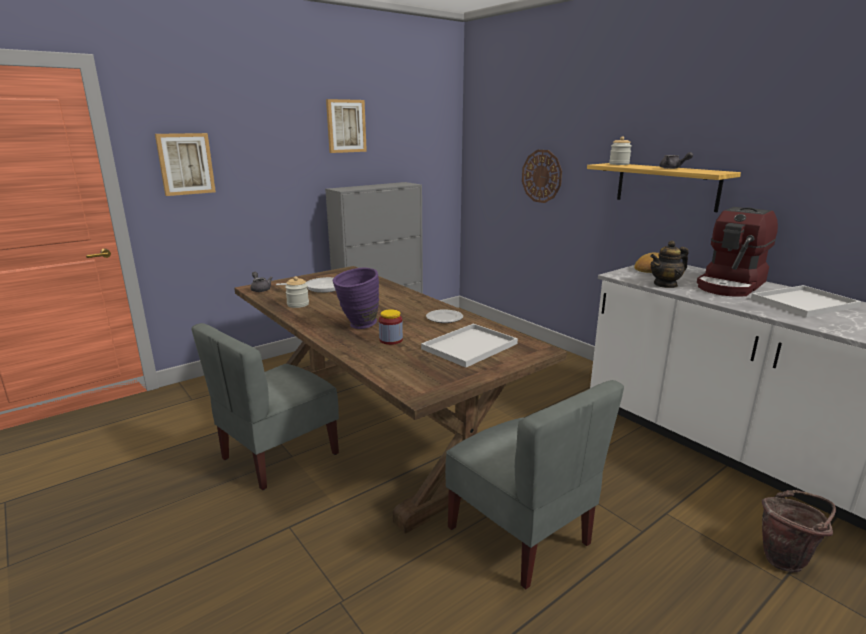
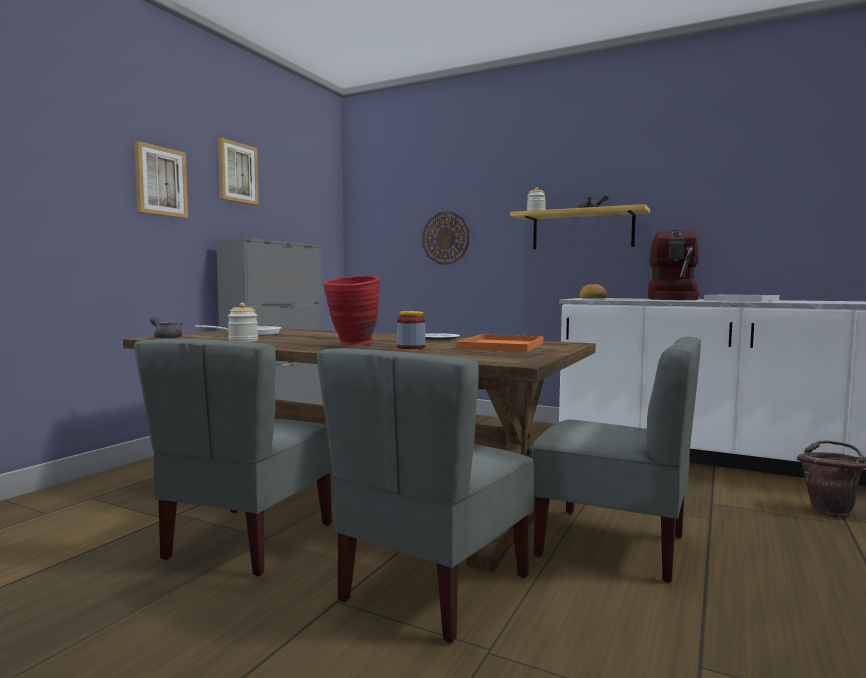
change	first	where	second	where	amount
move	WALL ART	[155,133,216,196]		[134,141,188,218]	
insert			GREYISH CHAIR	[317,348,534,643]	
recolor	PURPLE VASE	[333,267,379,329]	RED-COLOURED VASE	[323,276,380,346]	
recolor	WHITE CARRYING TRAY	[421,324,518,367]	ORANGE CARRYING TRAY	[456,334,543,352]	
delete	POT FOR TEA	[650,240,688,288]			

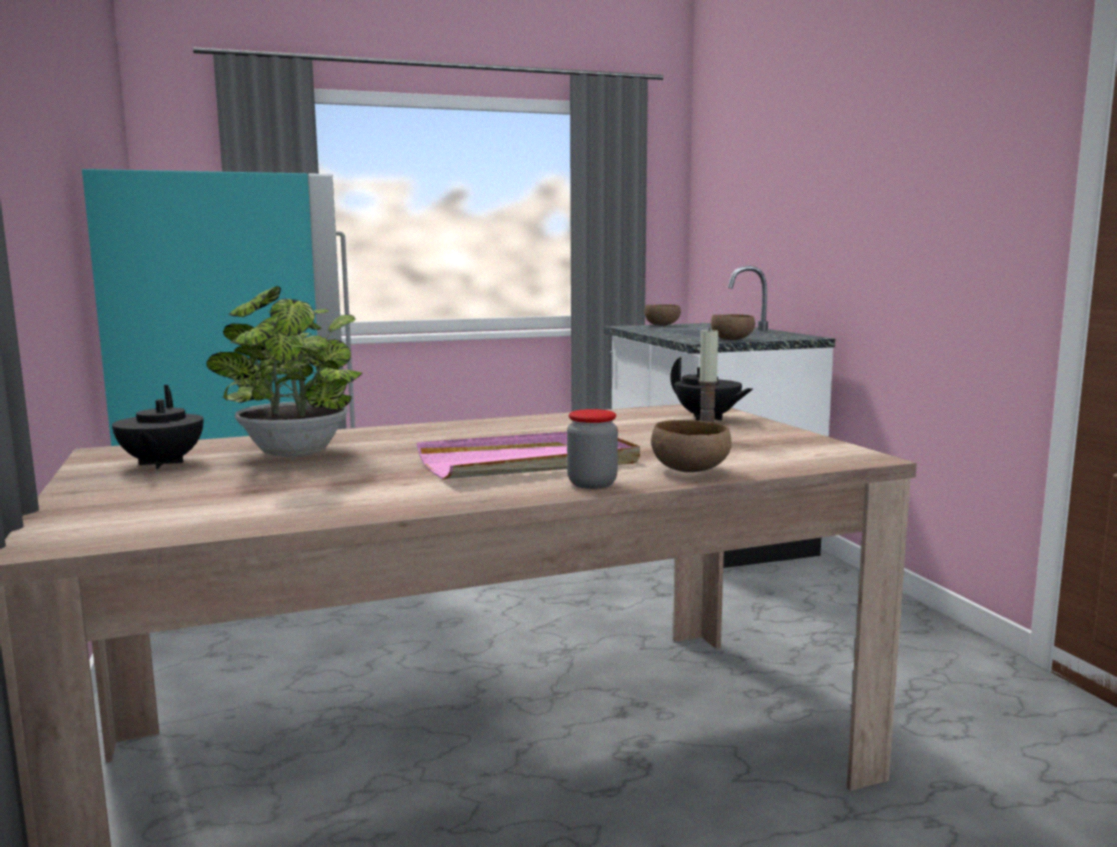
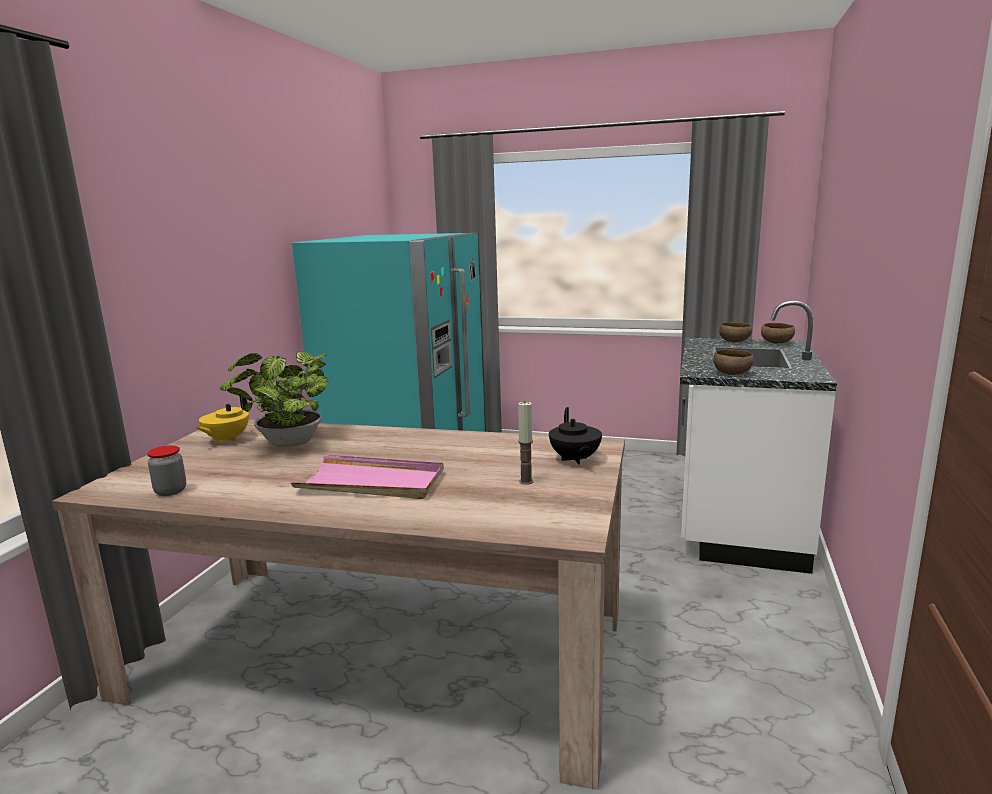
change	first	where	second	where	amount
move	JAR	[567,409,618,489]		[147,445,186,496]	
recolor	BLACKISH POT FOR TEA	[112,385,203,469]	YELLOW POT FOR TEA	[195,396,249,444]	
move	BROWN SERVING BOWL	[651,420,732,472]		[761,323,795,343]	

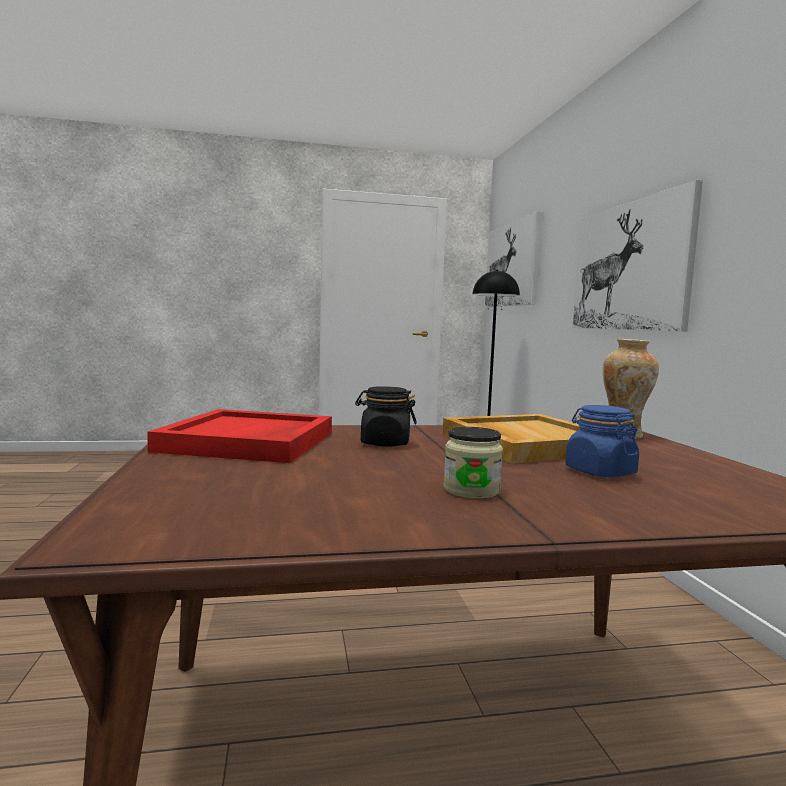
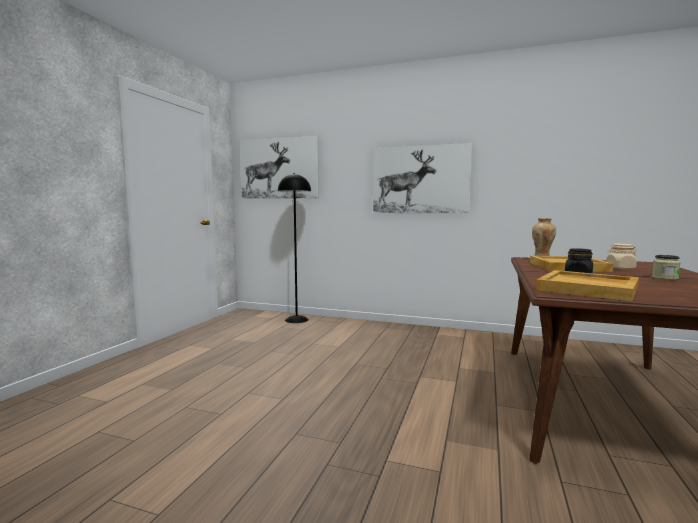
change	first	where	second	where	amount
recolor	RED-COLOURED CARRYING TRAY	[147,409,332,463]	BEIGE-COLOURED CARRYING TRAY	[536,270,639,302]	
recolor	BLUISH JAR	[565,405,639,477]	BEIGE-COLOURED JAR	[606,244,637,269]	

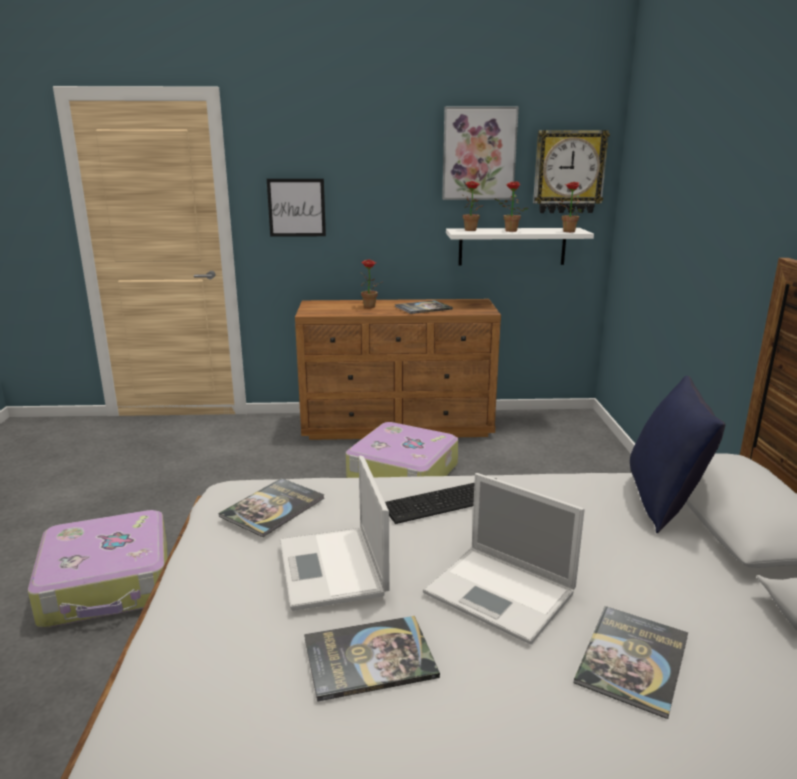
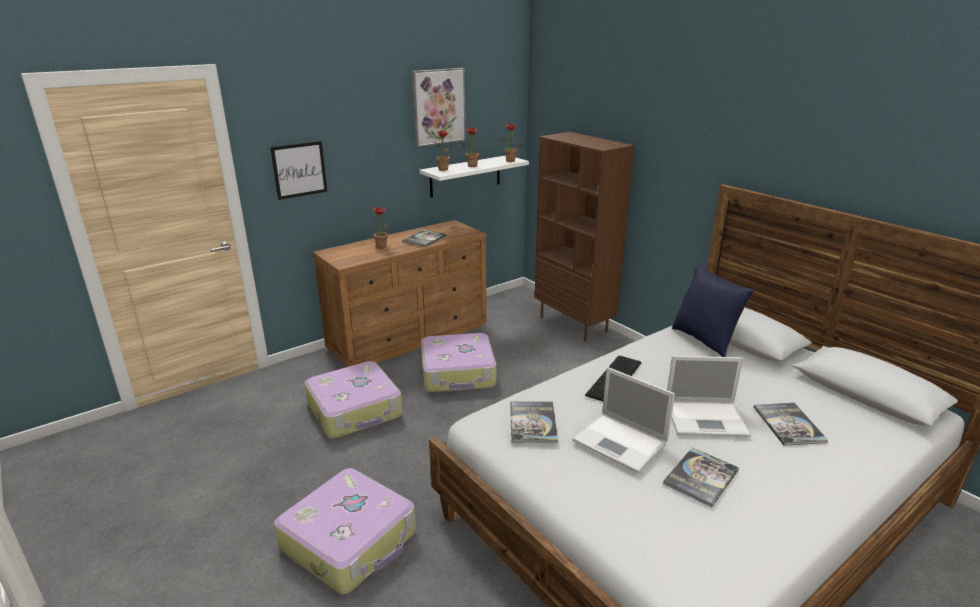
change	first	where	second	where	amount
insert			PIECE OF LUGGAGE	[305,361,403,439]	
insert			BROWN BOOKCASE	[534,132,634,342]	
delete	WALL CLOCK	[533,130,610,213]			

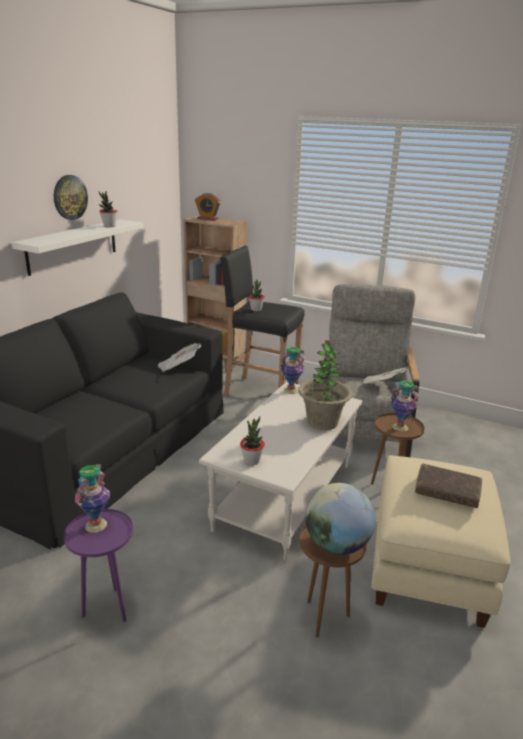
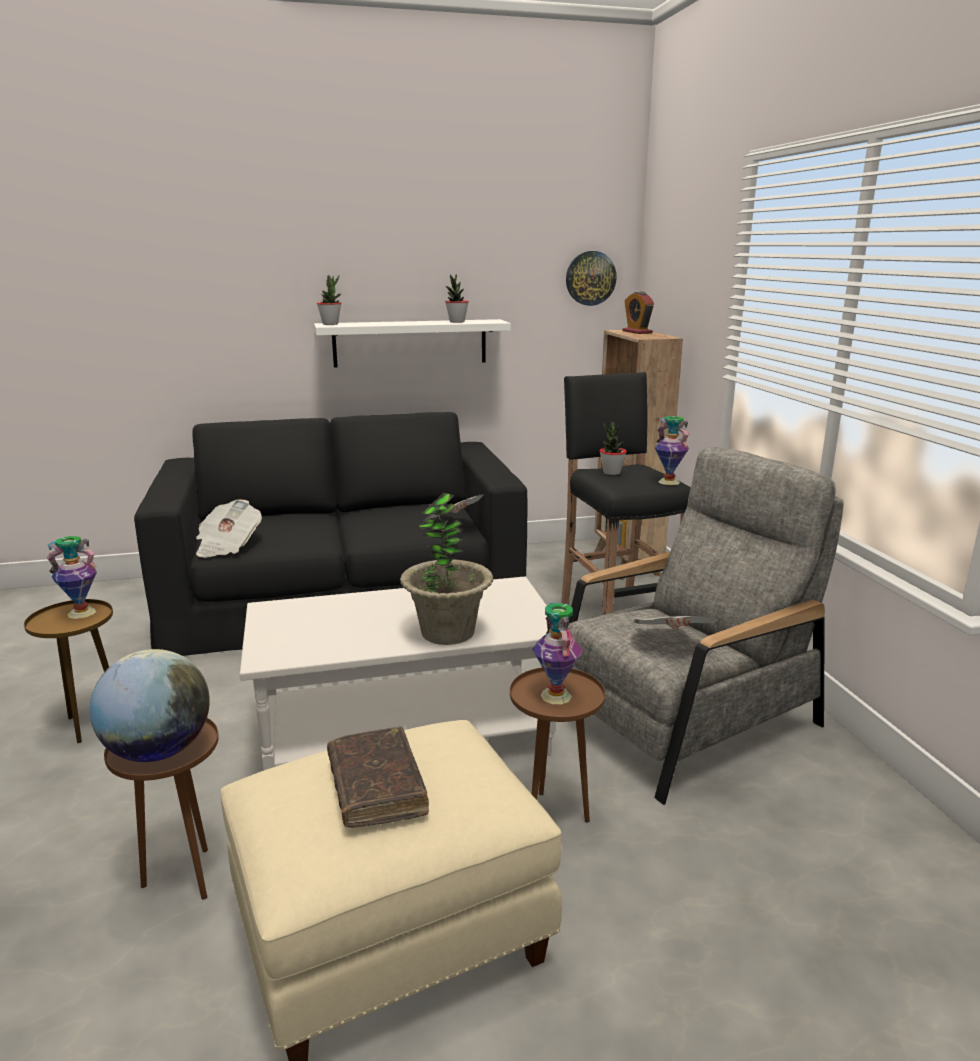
change	first	where	second	where	amount
recolor	PURPLE END TABLE	[64,509,133,622]	BROWN END TABLE	[24,599,113,743]	
insert			DAILY PAPER	[196,499,262,558]	
move	HOUSEPLANT	[240,416,265,465]		[317,275,341,325]	
move	WALL CLOCK	[54,175,88,220]		[566,251,617,306]	
move	VASE	[280,347,306,394]		[655,416,689,485]	

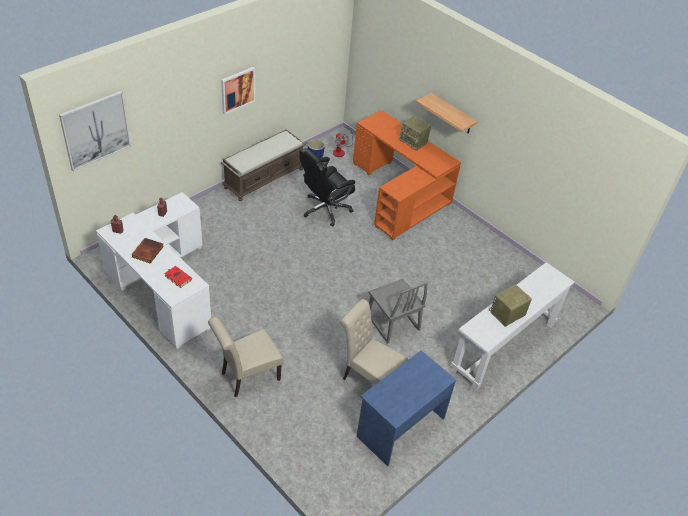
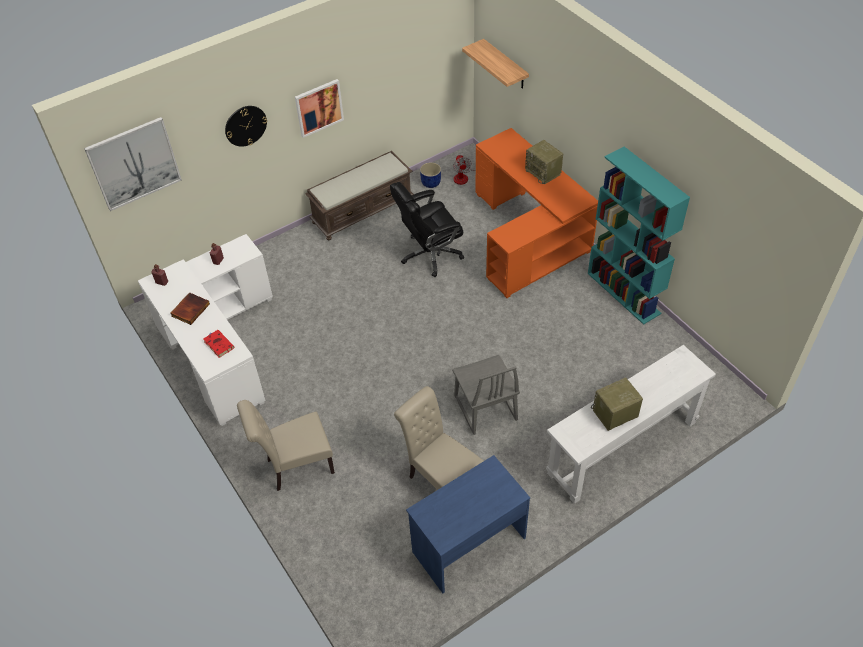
change	first	where	second	where	amount
insert			WALL CLOCK	[225,106,267,147]	
move	WALL SHELF	[416,93,478,133]		[462,39,529,89]	
insert			TURQUOISE BOOKCASE	[588,147,690,325]	

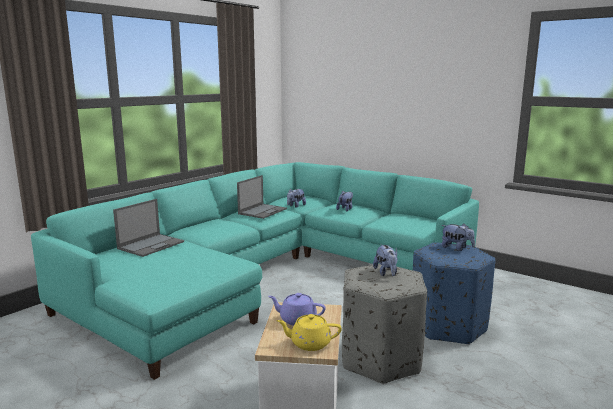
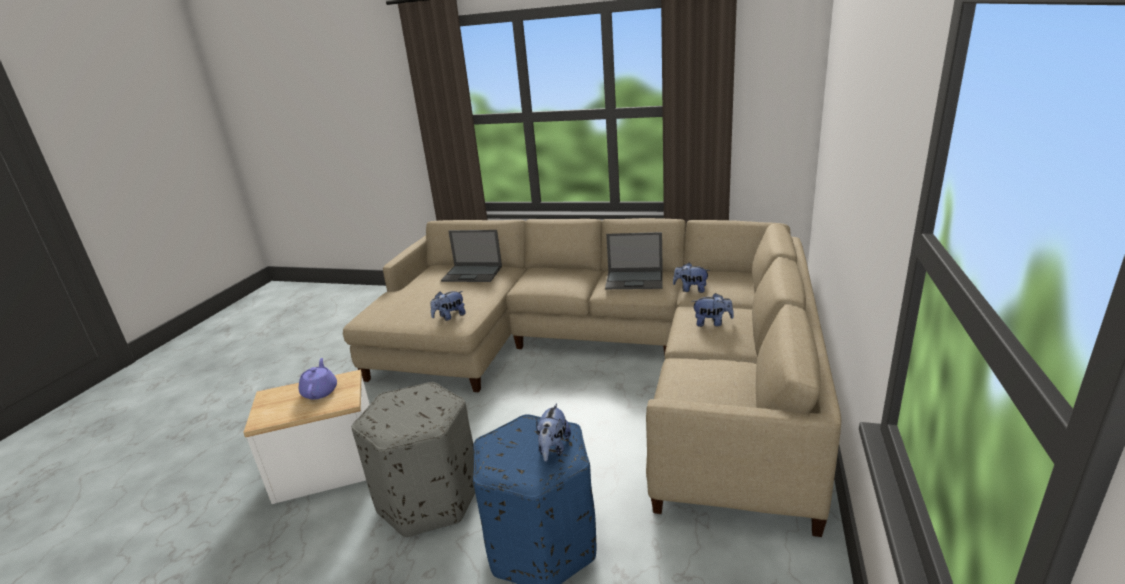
change	first	where	second	where	amount
recolor	TURQUOISE SOFA	[31,162,479,380]	BEIGE-COLOURED SOFA	[343,218,841,537]	
move	CUDDLY TOY	[373,244,398,276]		[431,291,466,321]	
delete	YELLOW POT FOR TEA	[277,314,342,351]			

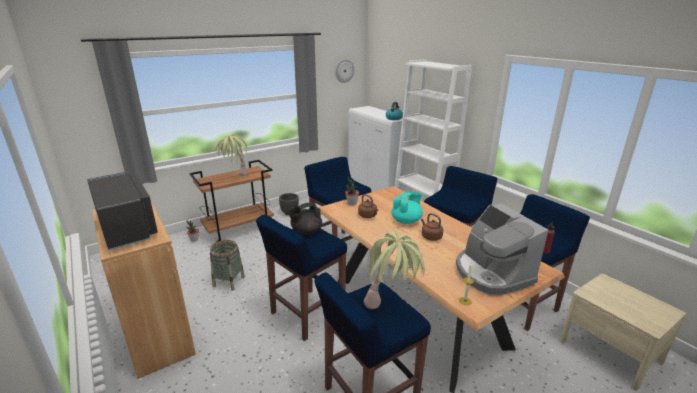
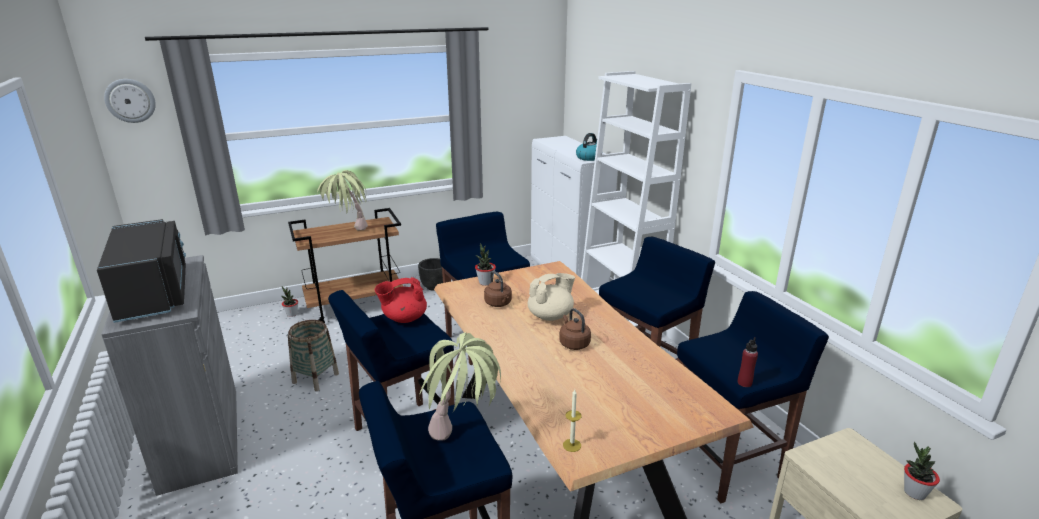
change	first	where	second	where	amount
recolor	BROWN CUPBOARD	[92,202,196,379]	GREYISH CUPBOARD	[101,255,238,496]	
move	WALL CLOCK	[335,59,355,83]		[104,79,156,123]	
recolor	BLACKISH POT FOR TEA	[288,202,322,234]	RED-COLOURED POT FOR TEA	[375,277,427,323]	
recolor	TURQUOISE POT FOR TEA	[391,192,423,224]	BEIGE-COLOURED POT FOR TEA	[528,273,575,321]	
insert			HOUSEPLANT	[904,442,940,500]	
delete	COFFEE MACHINE	[456,204,548,295]			

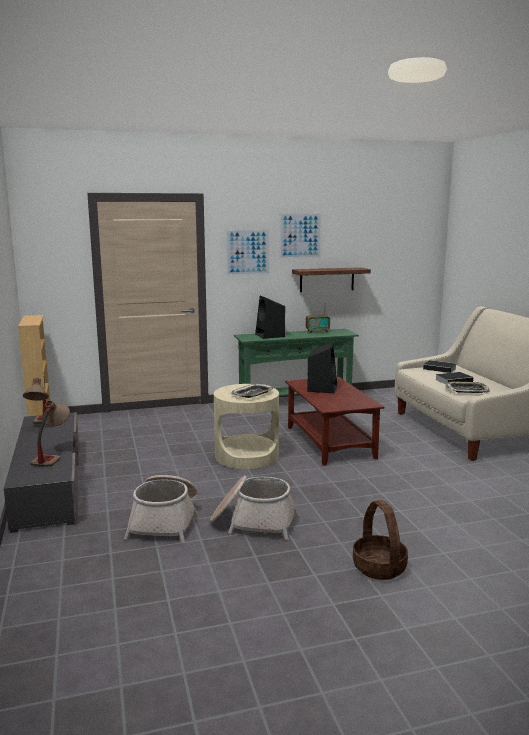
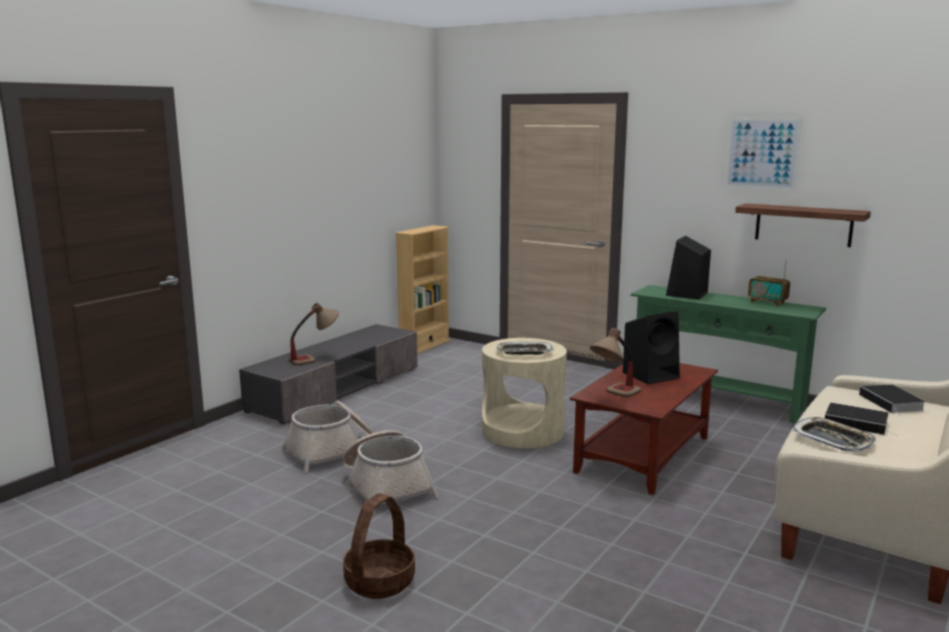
change	first	where	second	where	amount
move	TABLETOP LAMP	[23,378,49,424]		[590,328,641,397]	
delete	WALL ART	[226,229,270,276]			

